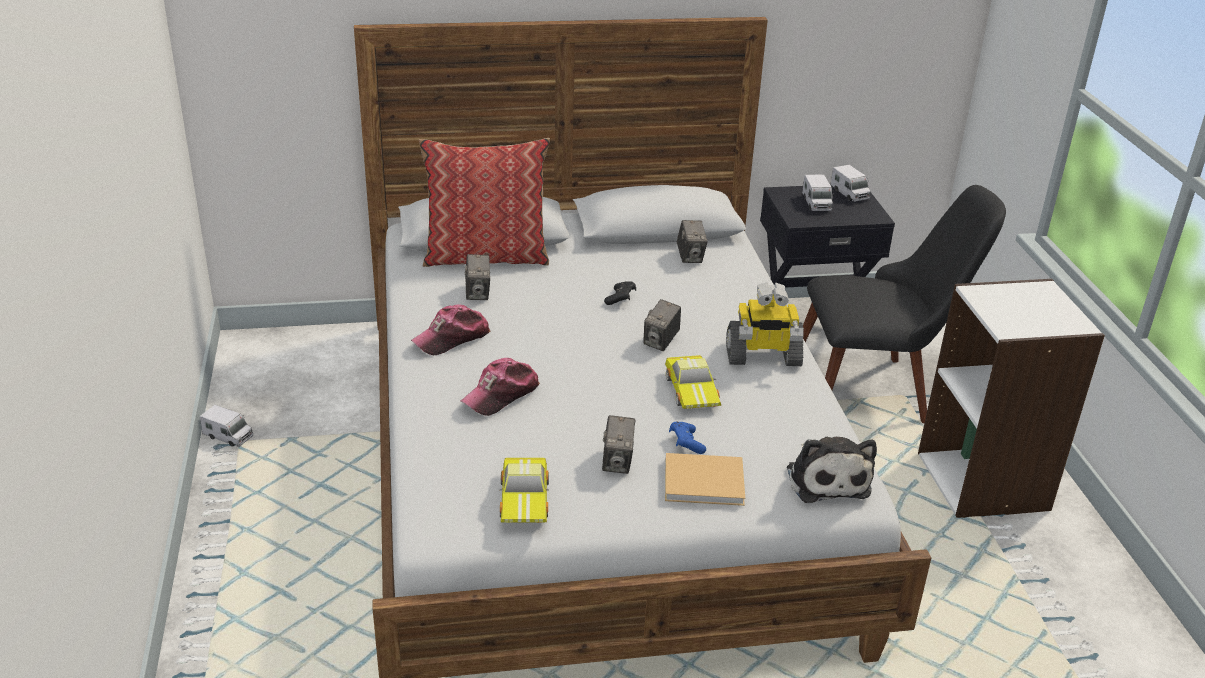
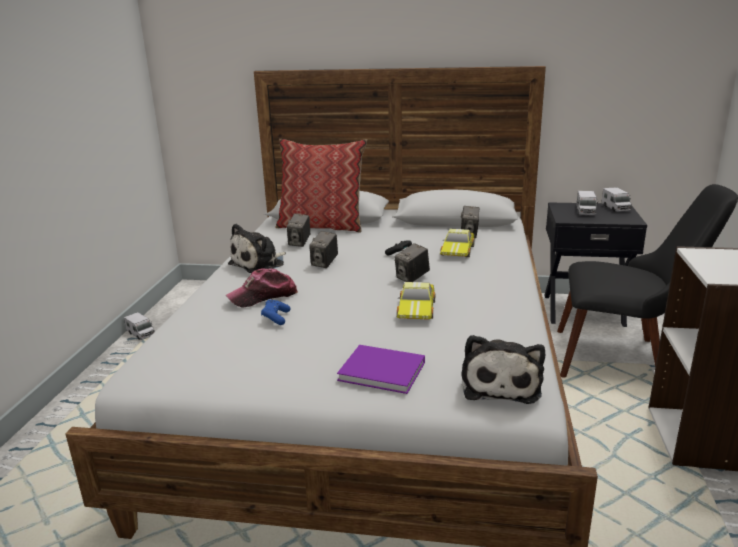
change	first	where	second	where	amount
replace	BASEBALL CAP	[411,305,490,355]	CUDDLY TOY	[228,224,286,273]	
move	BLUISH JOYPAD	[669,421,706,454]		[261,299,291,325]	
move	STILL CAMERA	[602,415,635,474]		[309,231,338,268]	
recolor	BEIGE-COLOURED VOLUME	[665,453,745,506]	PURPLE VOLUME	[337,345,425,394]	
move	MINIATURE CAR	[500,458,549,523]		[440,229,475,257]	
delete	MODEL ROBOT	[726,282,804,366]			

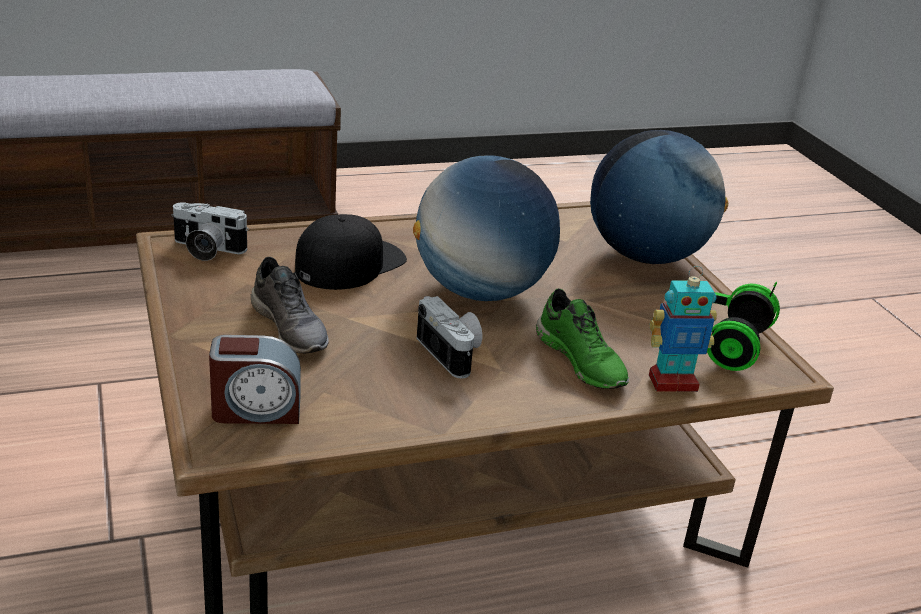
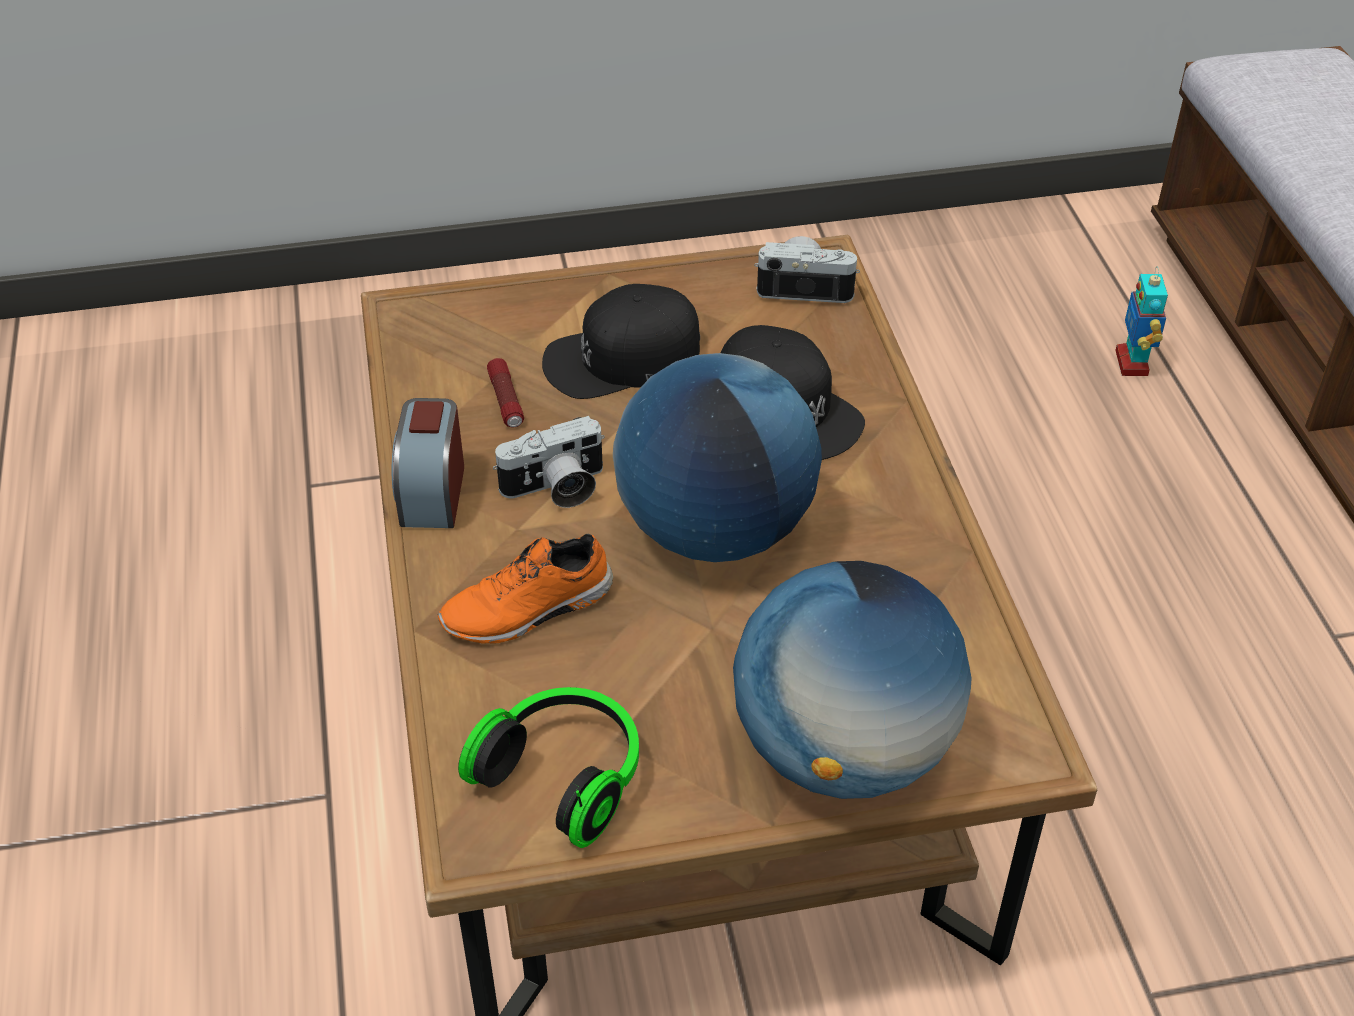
change	first	where	second	where	amount
move	ALARM CLOCK	[209,335,301,424]		[392,398,464,528]	
recolor	GREENISH ITEM OF FOOTWEAR	[536,288,629,389]	ORANGE ITEM OF FOOTWEAR	[438,534,613,644]	
insert			TORCH	[487,358,524,428]	
replace	GREYISH ITEM OF FOOTWEAR	[251,256,329,353]	BLACKISH BASEBALL CAP	[542,284,700,399]	
rotate	STILL CAMERA	[172,202,249,261]		[754,236,860,303]	75 degrees clockwise
move	MODEL ROBOT	[649,266,717,392]		[1115,266,1168,376]	

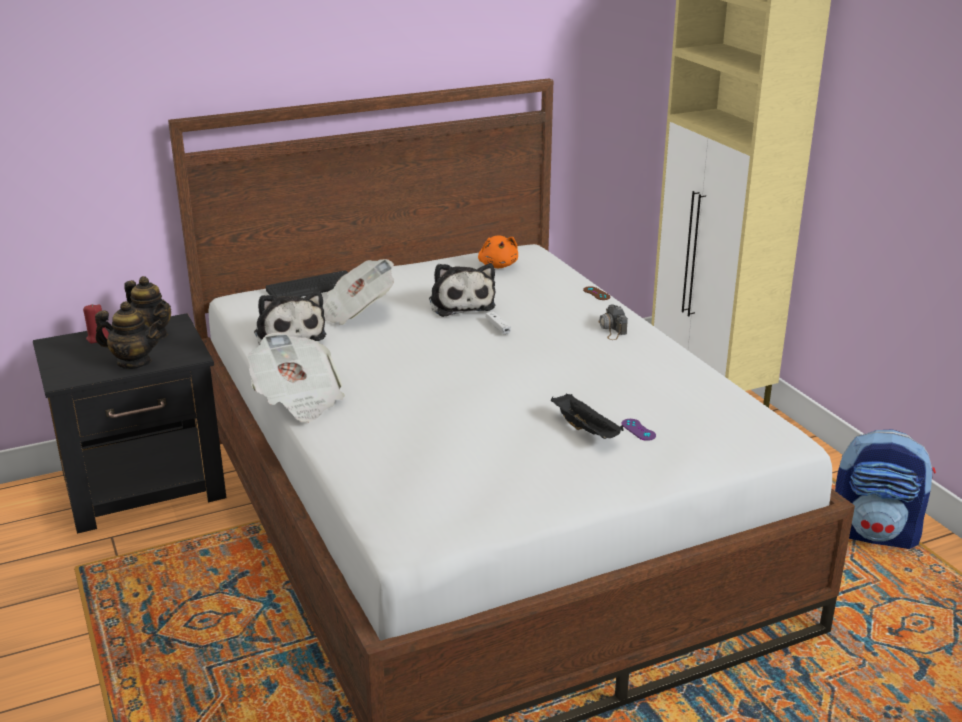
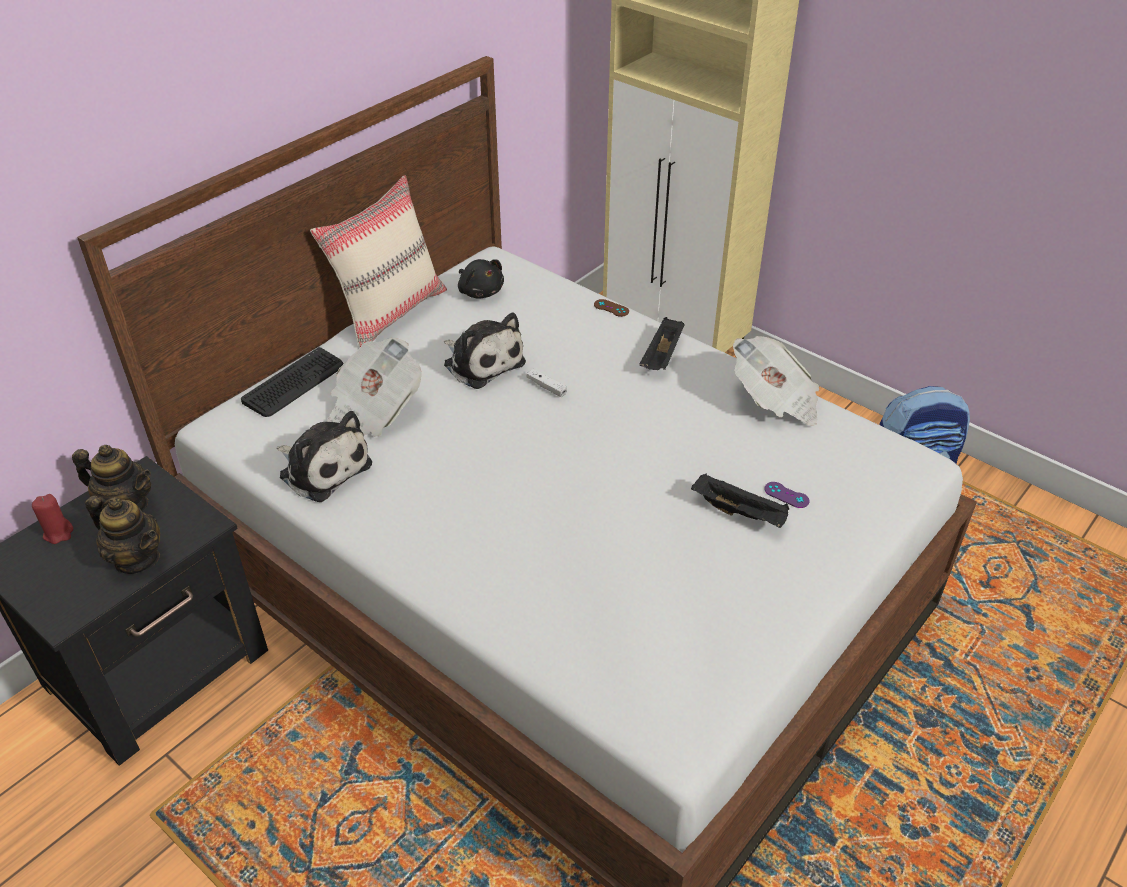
change	first	where	second	where	amount
rotate	POT FOR TEA	[95,301,162,369]		[85,496,160,574]	45 degrees clockwise
insert			BEIGE-COLOURED CUSHION	[310,175,447,347]	
recolor	ORANGE CUDDLY TOY	[478,235,518,268]	BLACKISH CUDDLY TOY	[458,259,504,298]	
replace	STILL CAMERA	[598,304,628,340]	BLACKISH CARRYING TRAY	[639,317,685,370]	
move	DAILY PAPER	[247,332,345,423]		[733,336,819,426]	

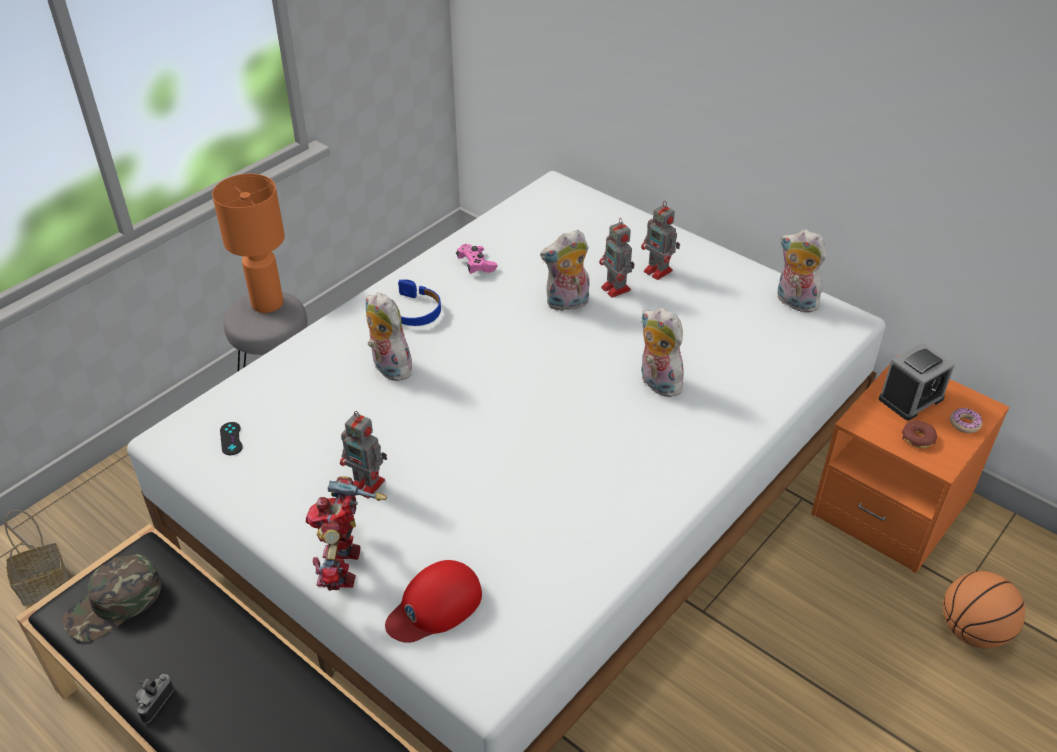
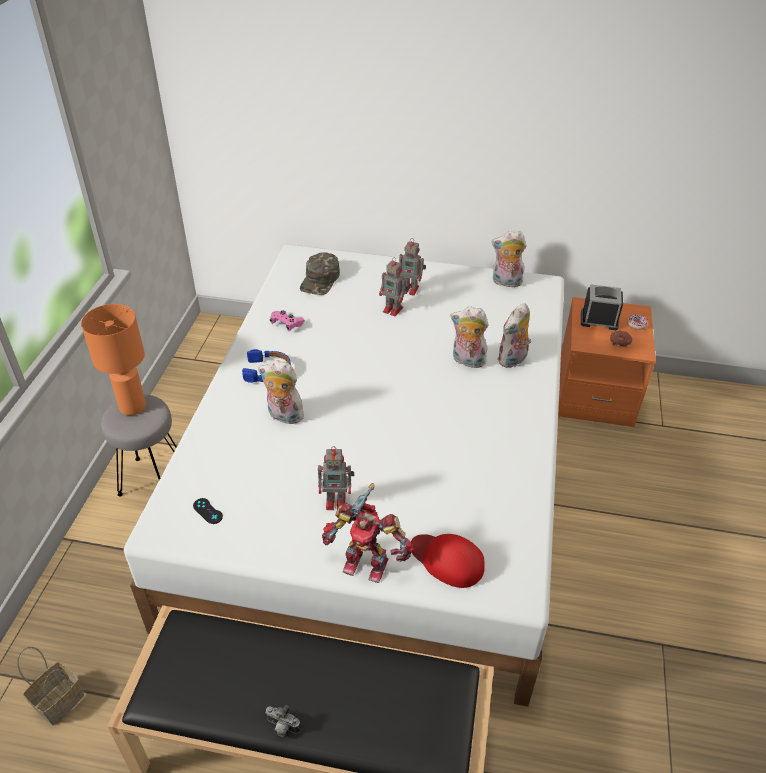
change	first	where	second	where	amount
rotate	STILL CAMERA	[135,674,174,723]		[265,705,301,737]	60 degrees counterclockwise
move	GREENISH BASEBALL CAP	[62,554,162,642]		[300,252,340,295]	
rotate	MODEL ROBOT	[306,476,387,591]		[322,483,414,583]	45 degrees counterclockwise
rotate	RED-COLOURED BASEBALL CAP	[385,560,482,643]		[411,534,485,588]	105 degrees clockwise
move	CUDDLY TOY	[540,230,590,311]		[497,303,531,368]	
rotate	ALARM CLOCK	[879,343,955,420]		[581,284,623,330]	105 degrees counterclockwise
delete	BASKETBALL BALL	[943,571,1025,649]			

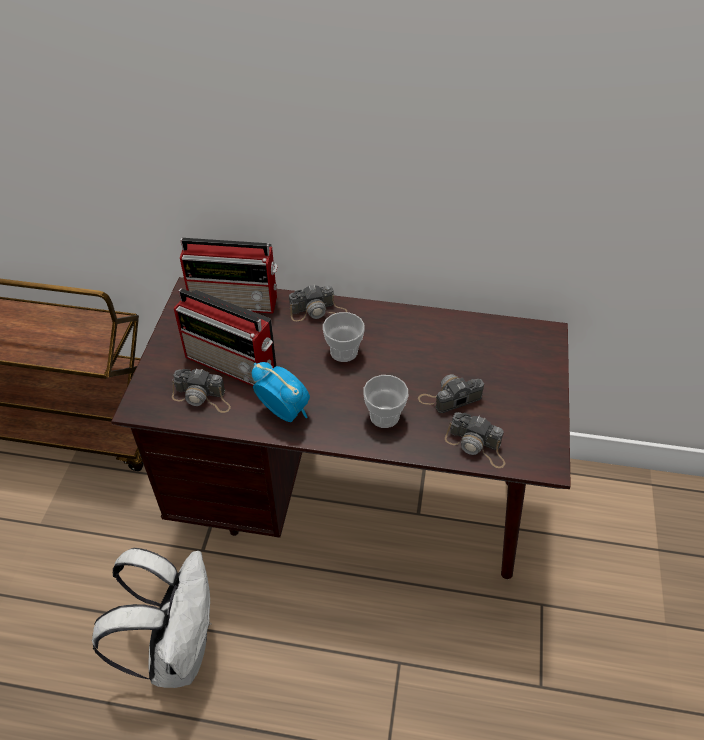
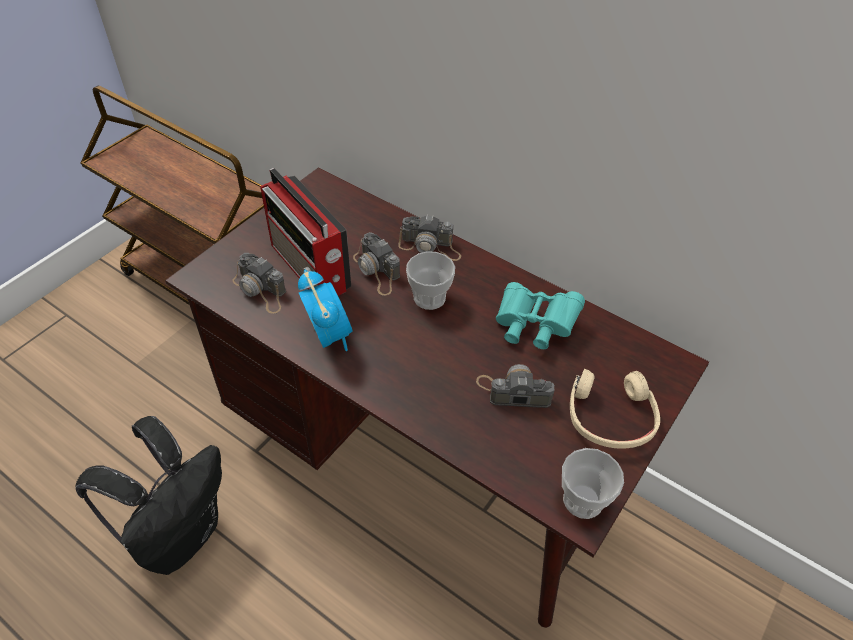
change	first	where	second	where	amount
recolor	WHITE RUCKSACK	[92,548,212,688]	BLACKISH RUCKSACK	[75,416,222,575]	
move	STILL CAMERA	[445,412,505,468]		[353,232,400,296]	
insert			TURQUOISE BINOCULARS	[496,282,585,349]	
move	DRINKING CUP	[363,375,408,428]		[562,448,624,519]	
insert			BEIGE-COLOURED HEADSET	[570,369,660,449]	
delete	RADIO RECEIVER	[180,238,278,314]			

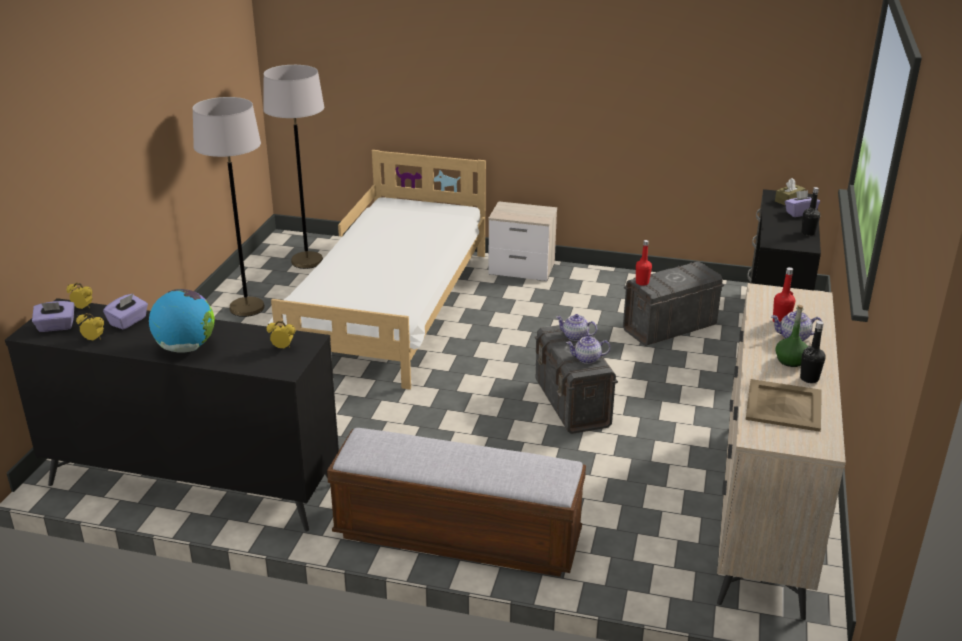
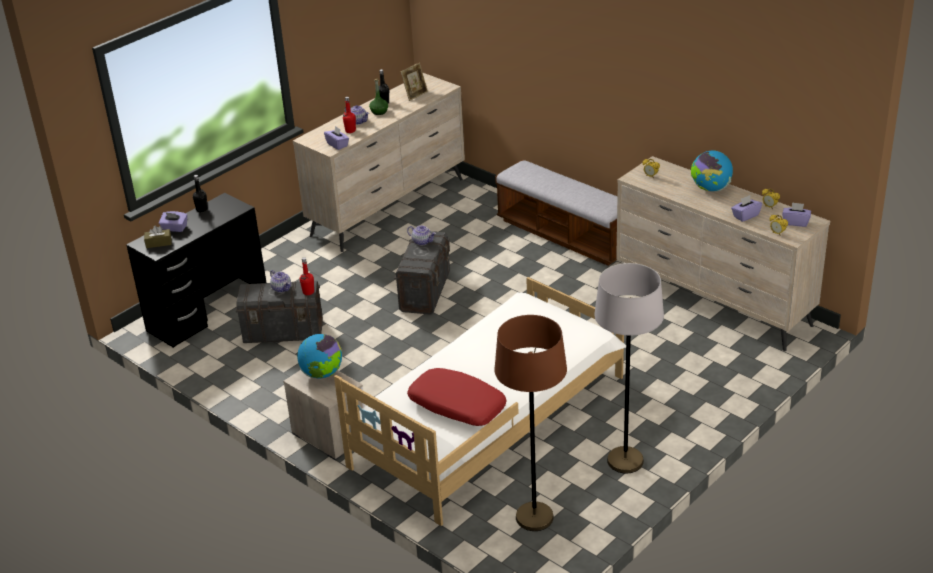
change	first	where	second	where	amount
move	POT FOR TEA	[556,314,597,341]		[270,270,291,293]	
insert			DESK GLOBE	[297,334,342,378]	
insert			PURPLE TISSUE HOLDER	[324,126,349,150]	
replace	BEIGE-COLOURED CARRYING TRAY	[746,379,822,432]	STANDING FRAME	[401,63,428,101]	
insert			RED-COLOURED CUSHION	[407,368,507,426]	
recolor	GREYISH STANDARD LAMP	[263,65,324,269]	BROWN STANDARD LAMP	[494,315,567,531]	
recolor	BLACKISH CHEST OF DRAWERS	[5,298,339,531]	BEIGE-COLOURED CHEST OF DRAWERS	[616,156,830,351]	

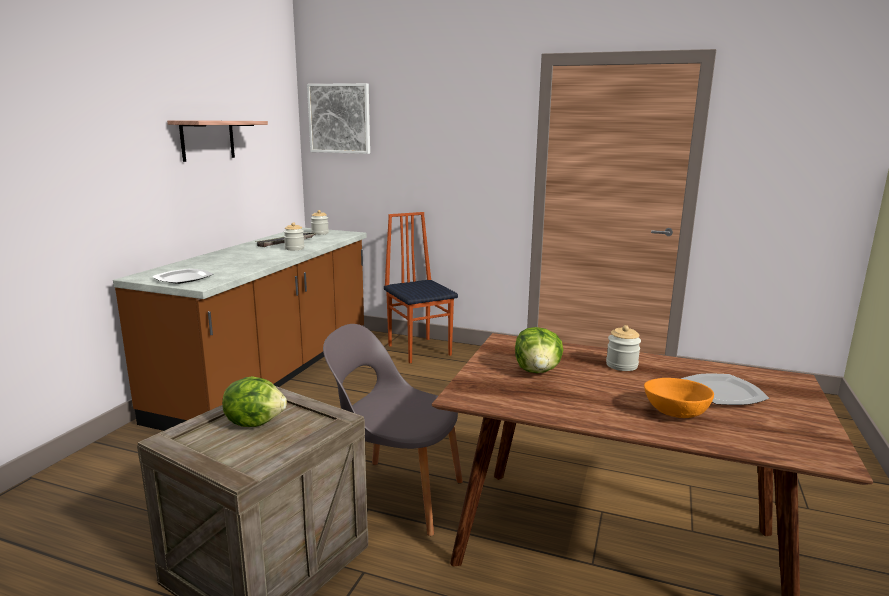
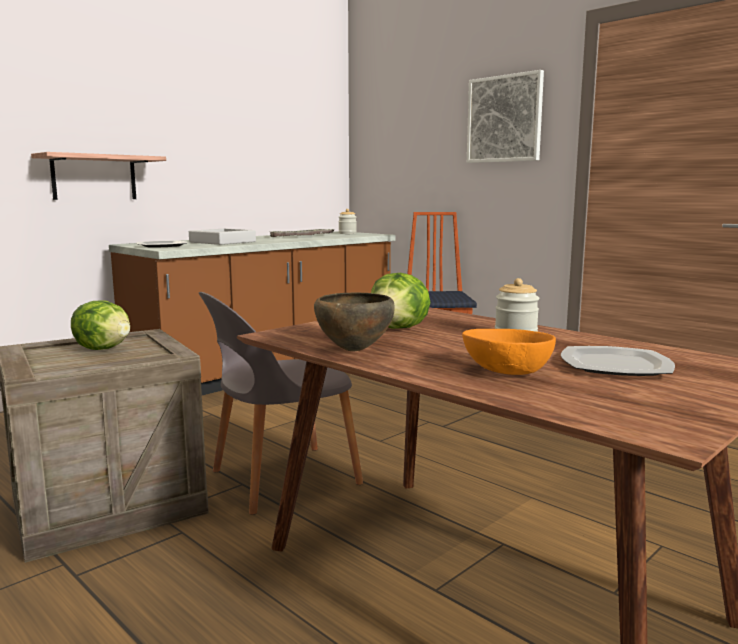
change	first	where	second	where	amount
move	WALL SHELF	[167,120,268,162]		[31,152,166,200]	
insert			GREYISH CARRYING TRAY	[189,229,256,245]	
rotate	GREYISH CHAIR	[323,324,463,536]		[199,292,363,515]	75 degrees counterclockwise
insert			BROWN SERVING BOWL	[314,292,395,351]	
move	WALL ART	[307,83,370,154]		[467,70,544,163]	
delete	JAR	[284,222,305,250]			

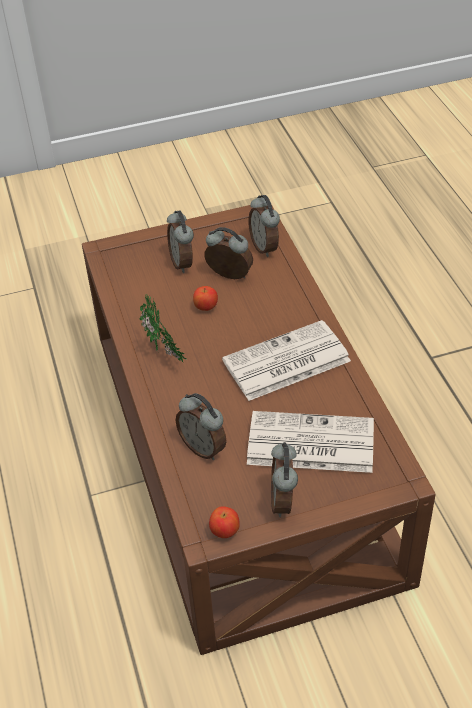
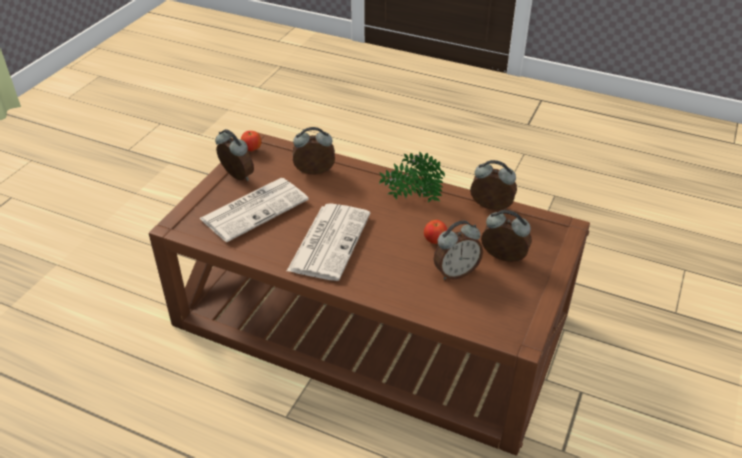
change	first	where	second	where	amount
move	ALARM CLOCK	[249,195,280,257]		[470,160,517,210]	

